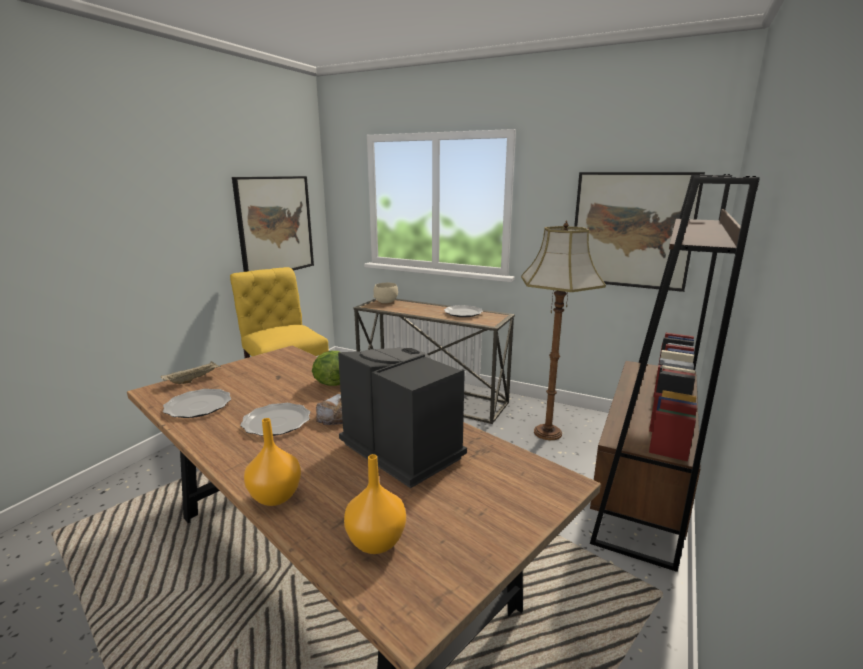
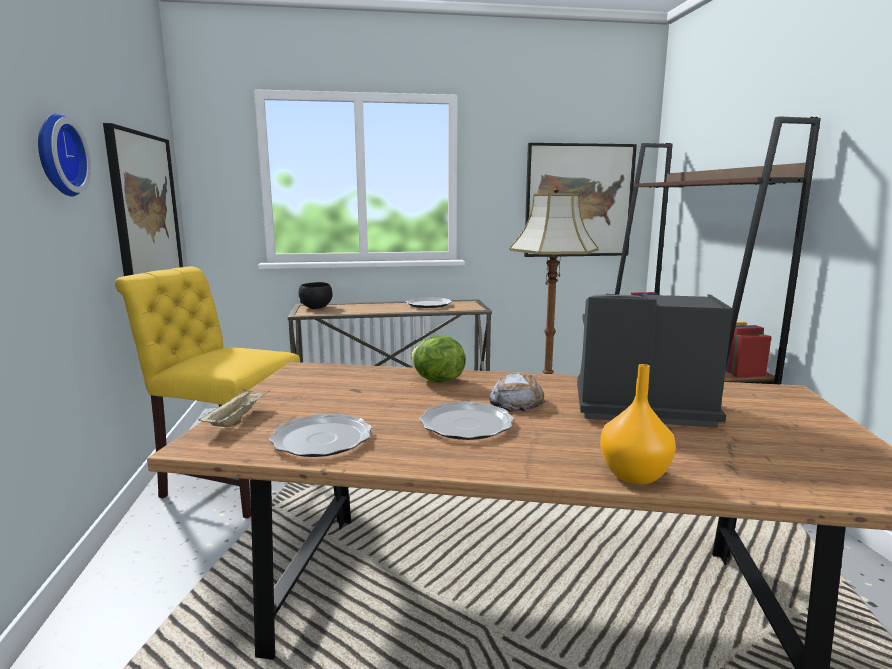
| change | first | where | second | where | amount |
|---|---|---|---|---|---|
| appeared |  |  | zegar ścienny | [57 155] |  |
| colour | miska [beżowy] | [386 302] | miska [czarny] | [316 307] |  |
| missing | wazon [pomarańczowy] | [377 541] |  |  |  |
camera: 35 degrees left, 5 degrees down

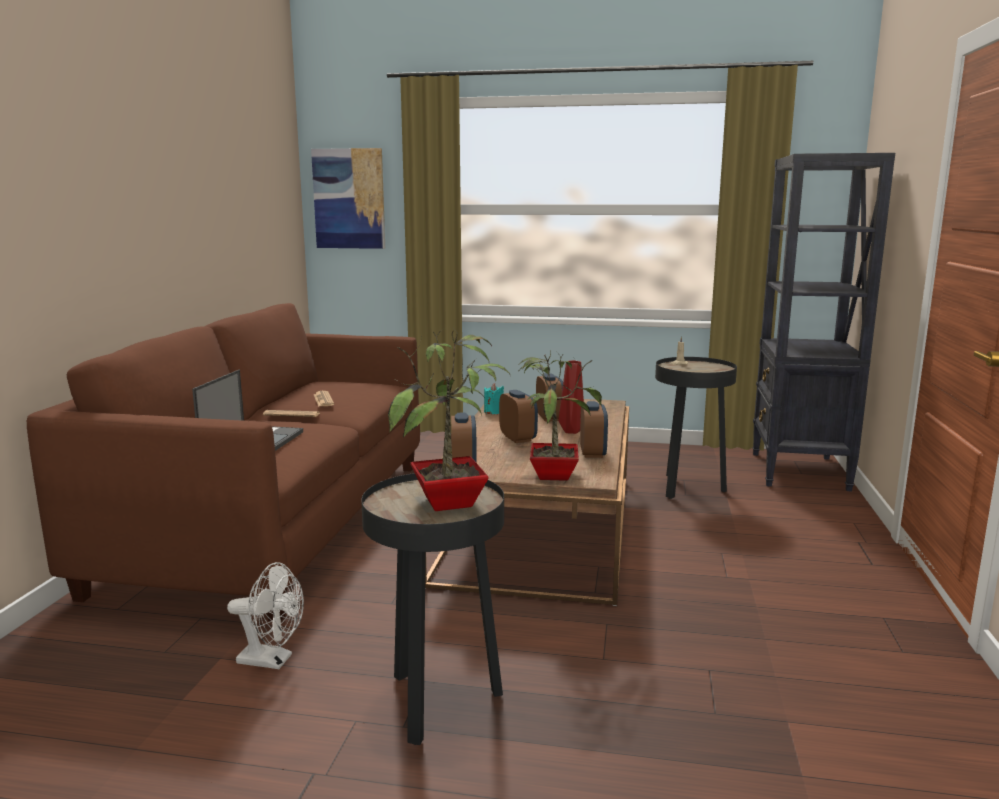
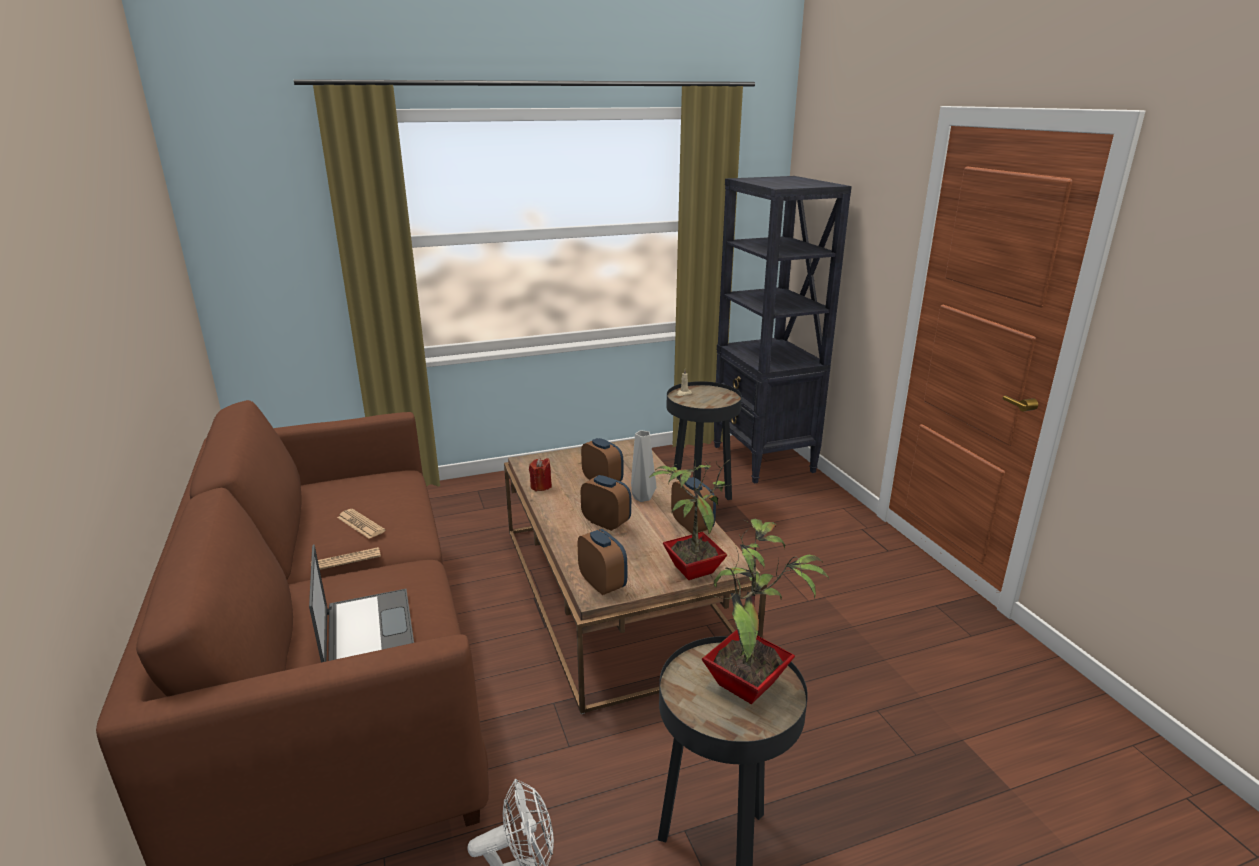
| change | first | where | second | where | amount |
|---|---|---|---|---|---|
| colour | świeca [turkusowy] | [494 412] | świeca [czerwony] | [541 486] |  |
| colour | wazon [czerwony] | [571 431] | wazon [szary] | [642 498] |  |
| missing | obraz | [349 199] |  |  |  |
camera: 30 degrees left, 10 degrees up

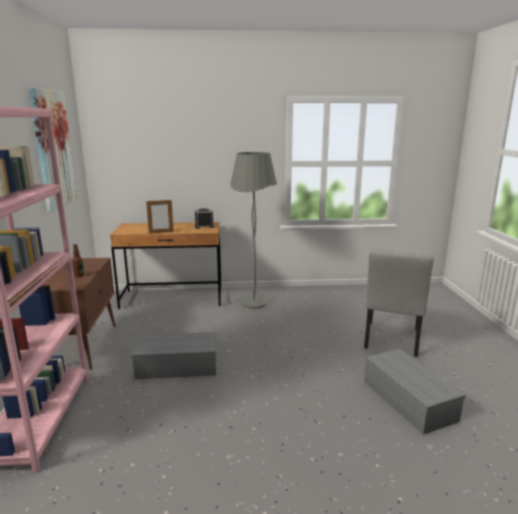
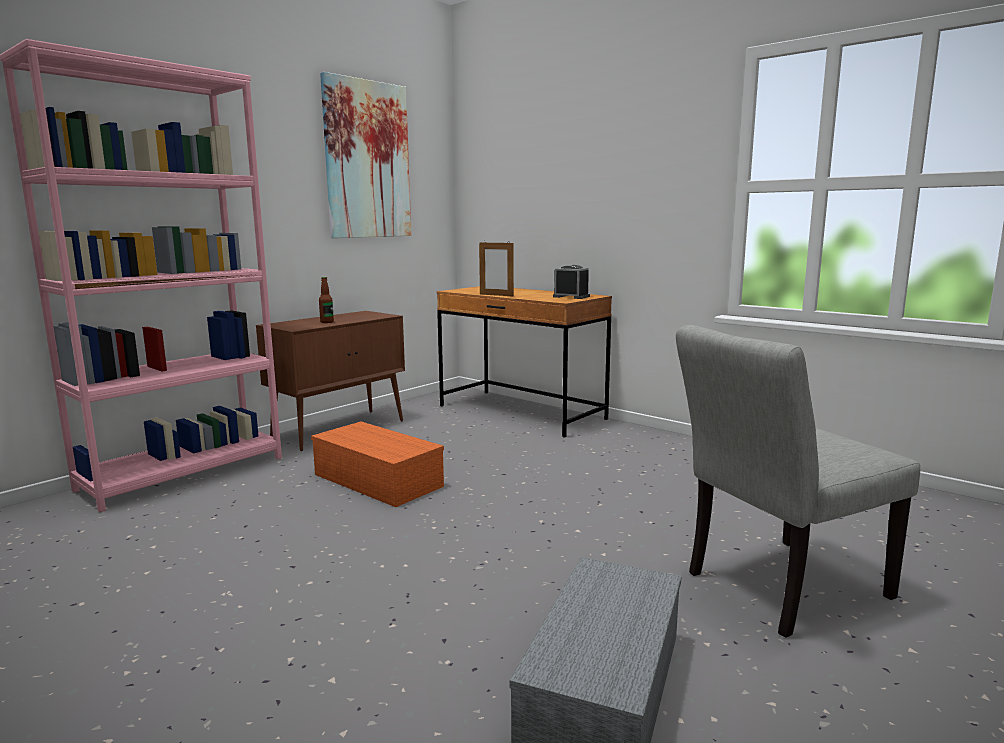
| change | first | where | second | where | amount |
|---|---|---|---|---|---|
| colour | pojemnik do przechowywania [szary] | [178 365] | pojemnik do przechowywania [pomarańczowy] | [380 480] |  |
| missing | lampa stojąca [szary] | [253 303] |  |  |  |
camera: 45 degrees right, 5 degrees down

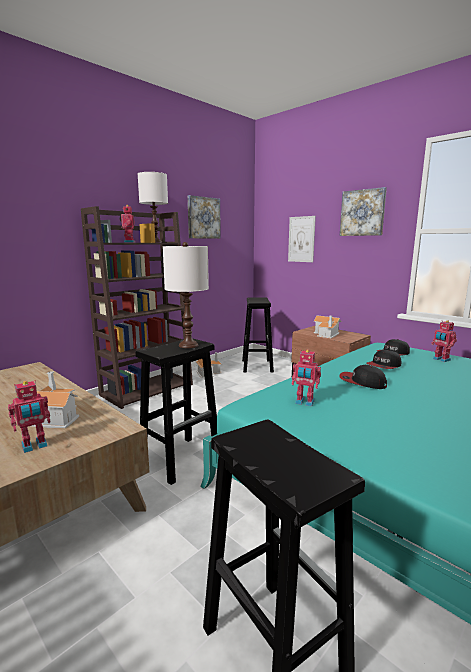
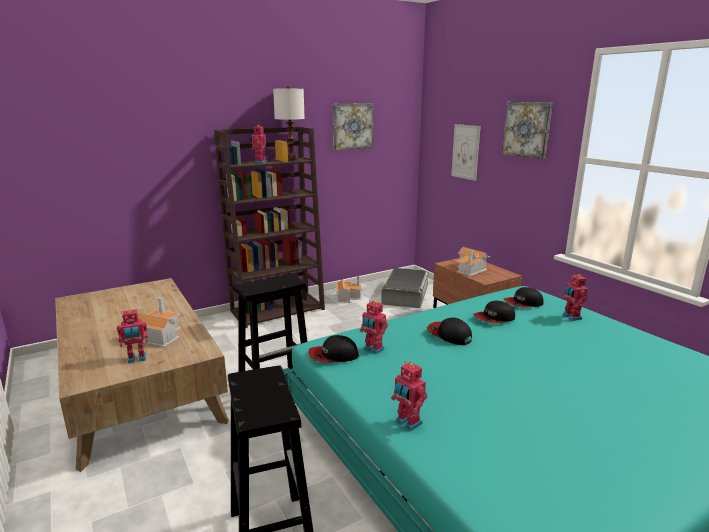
| change | first | where | second | where | amount |
|---|---|---|---|---|---|
| appeared |  |  | czapka z daszkiem | [333 356] |  |
| exchanged | stołek [czarny] | [257 366] | pojemnik do przechowywania [szary] | [405 294] |  |
| appeared |  |  | robot zabawkowy | [407 423] |  |
| missing | lampa stołowa [biały] | [188 345] |  |  |  |
camera: 15 degrees right, 5 degrees up

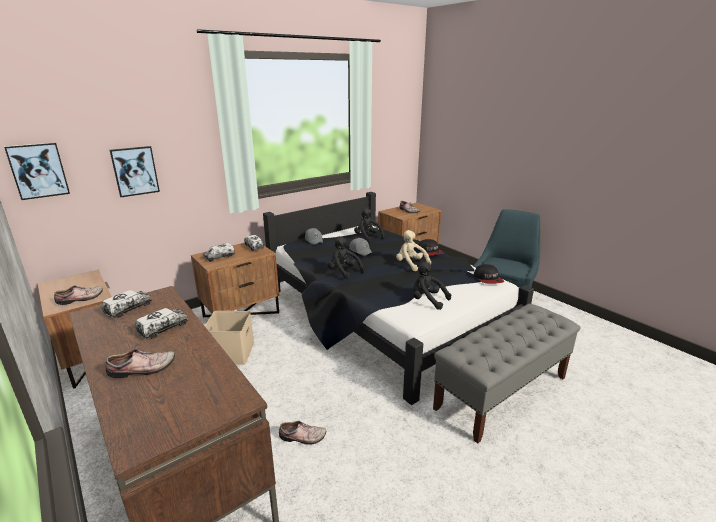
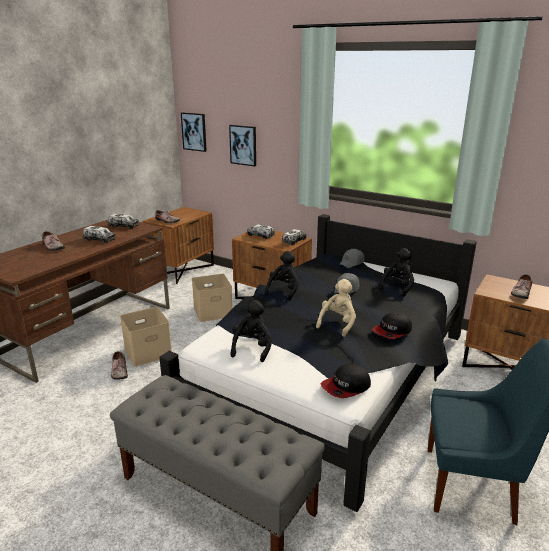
| change | first | where | second | where | amount |
|---|---|---|---|---|---|
| appeared |  |  | pojemnik do przechowywania [beżowy] | [148 351] |  |
camera: 70 degrees right, 0 degrees up

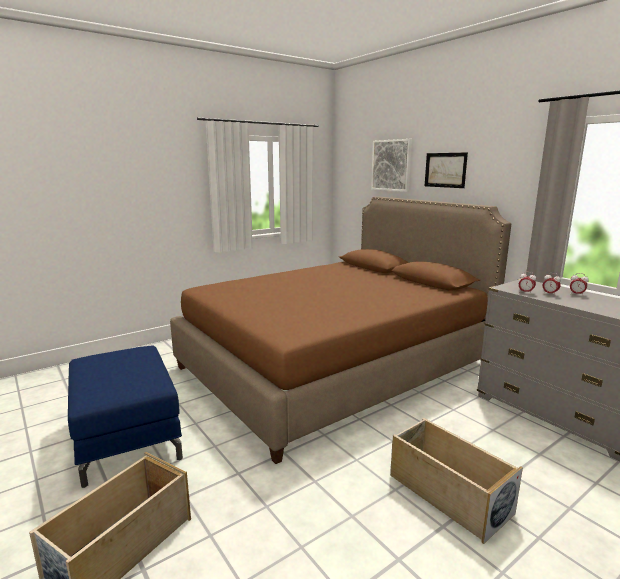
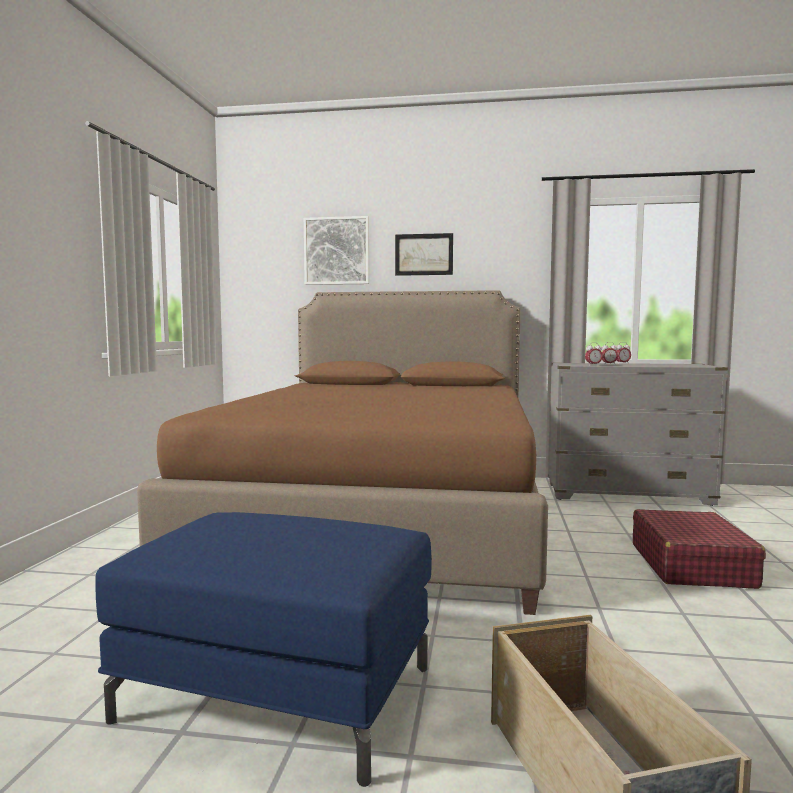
| change | first | where | second | where | amount |
|---|---|---|---|---|---|
| exchanged | pojemnik do przechowywania [beżowy] | [447 494] | walizka [czerwony] | [691 565] |  |
camera: 45 degrees left, 10 degrees down

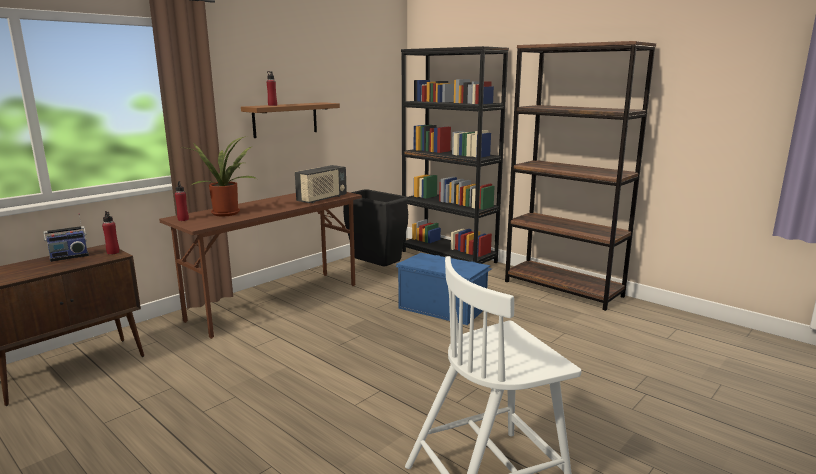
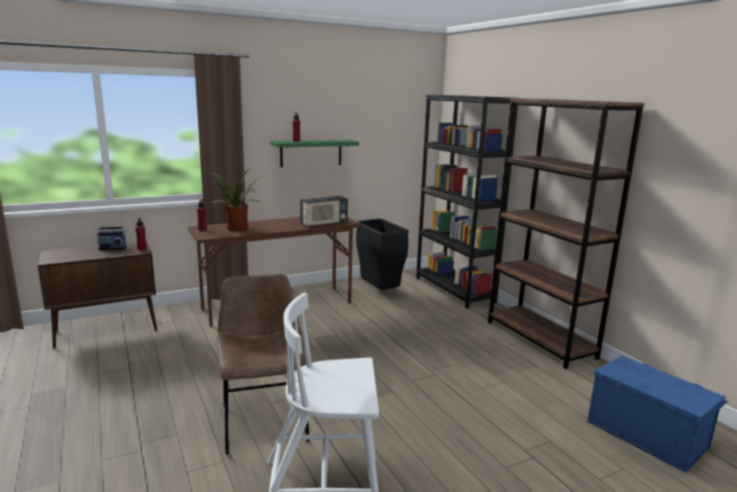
| change | first | where | second | where | amount |
|---|---|---|---|---|---|
| appeared |  |  | krzesło [brązowy] | [263 420] |  |
| colour | półka [brązowy] | [285 119] | półka [zielony] | [311 153] |  |
| relocated | pojemnik do przechowywania [niebieski] | [442 307] |  | [646 433] |  |
camera: 20 degrees right, 0 degrees up

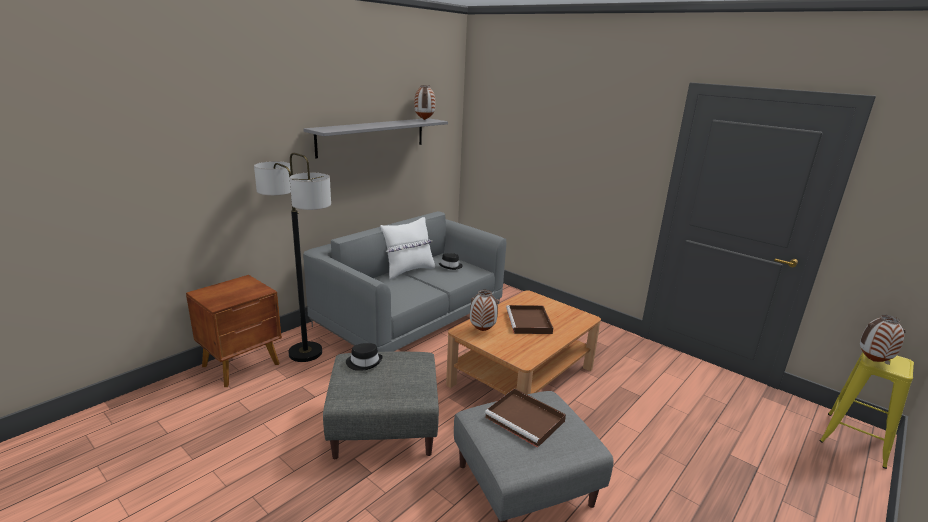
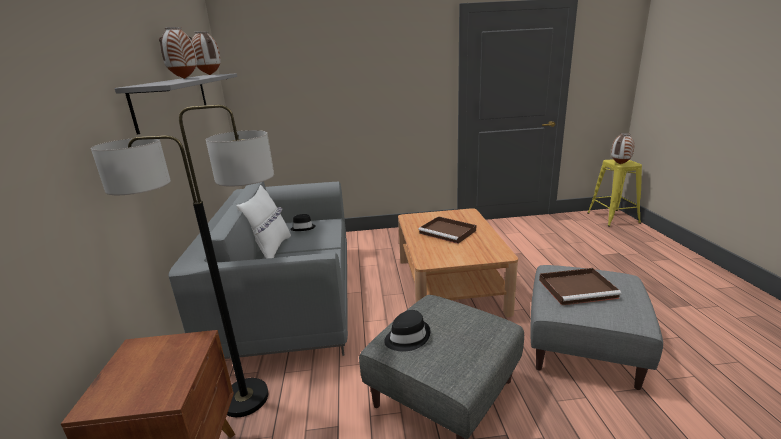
| change | first | where | second | where | amount |
|---|---|---|---|---|---|
| relocated | wazon | [482 330] |  | [184 78] |  |
camera: 45 degrees left, 0 degrees up

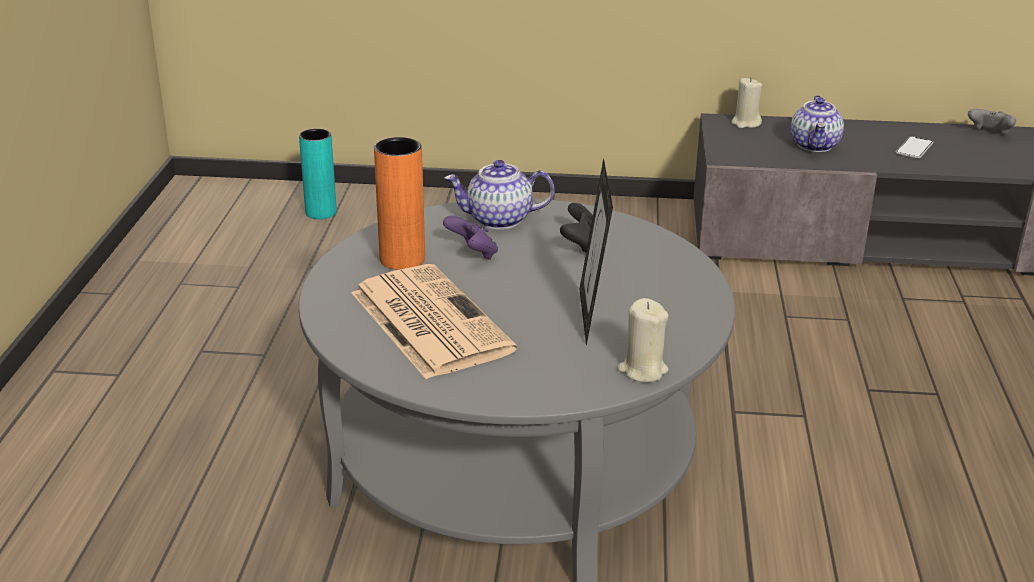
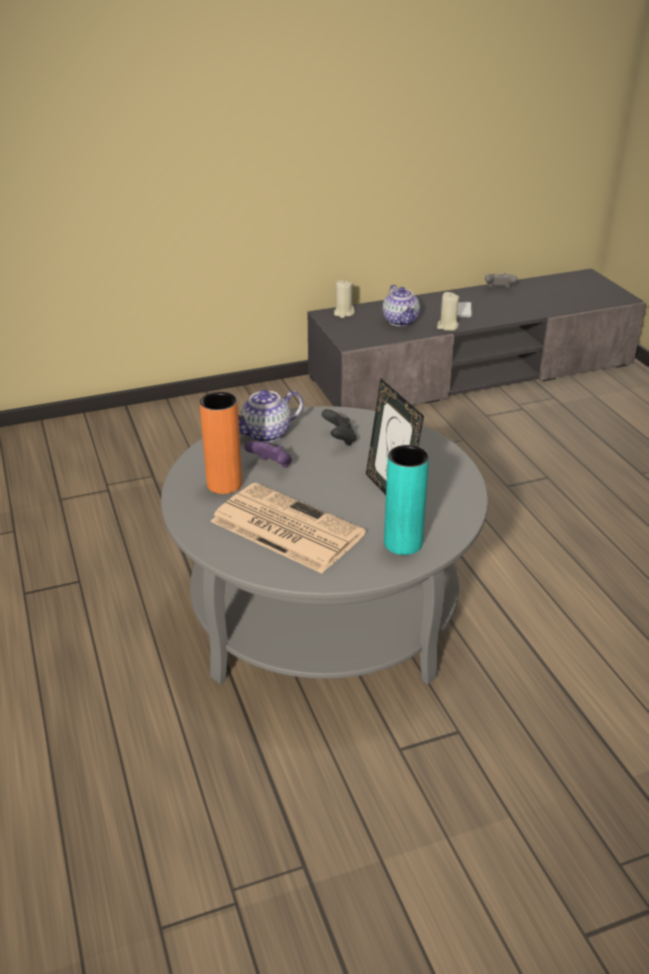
| change | first | where | second | where | amount |
|---|---|---|---|---|---|
| relocated | wazon [turkusowy] | [321 212] |  | [403 543] |  |
| relocated | świeca [beżowy] | [642 370] |  | [447 326] |  |
camera: 25 degrees left, 5 degrees up

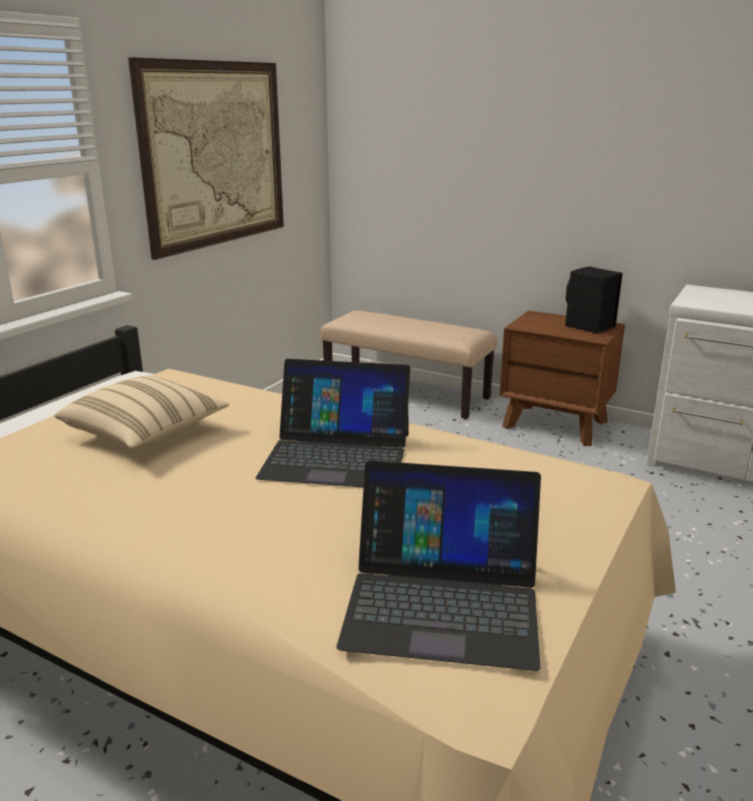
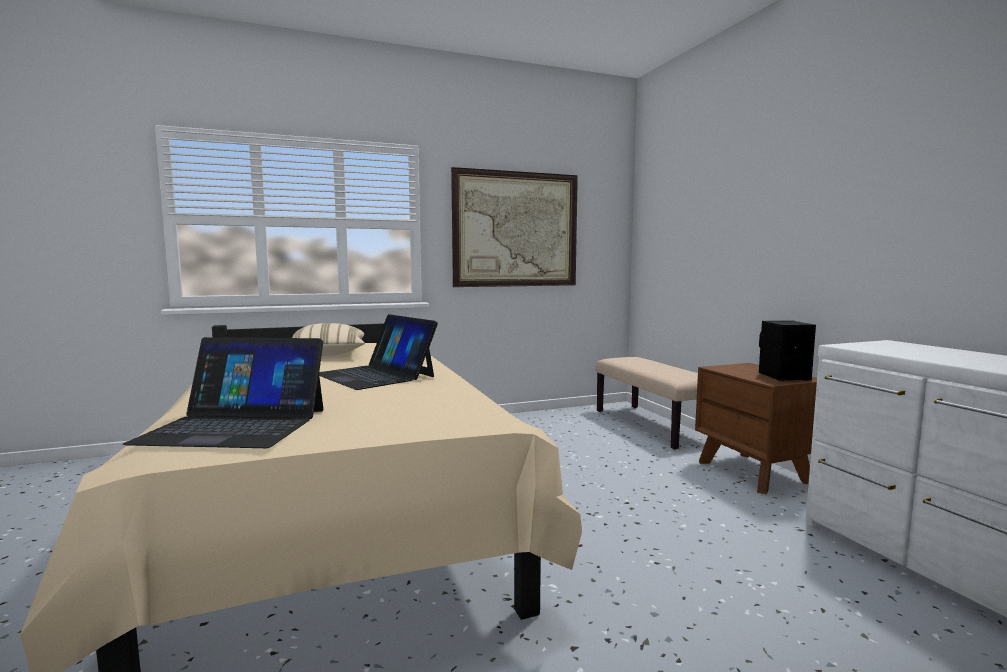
| change | first | where | second | where | amount |
|---|---|---|---|---|---|
| spun | laptop | [442 600] |  | [235 425] | 45 degrees counterclockwise |
camera: 40 degrees right, 15 degrees down

